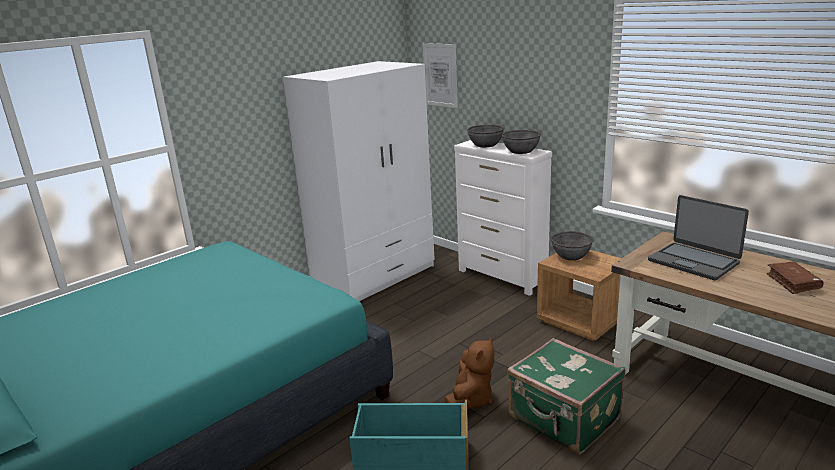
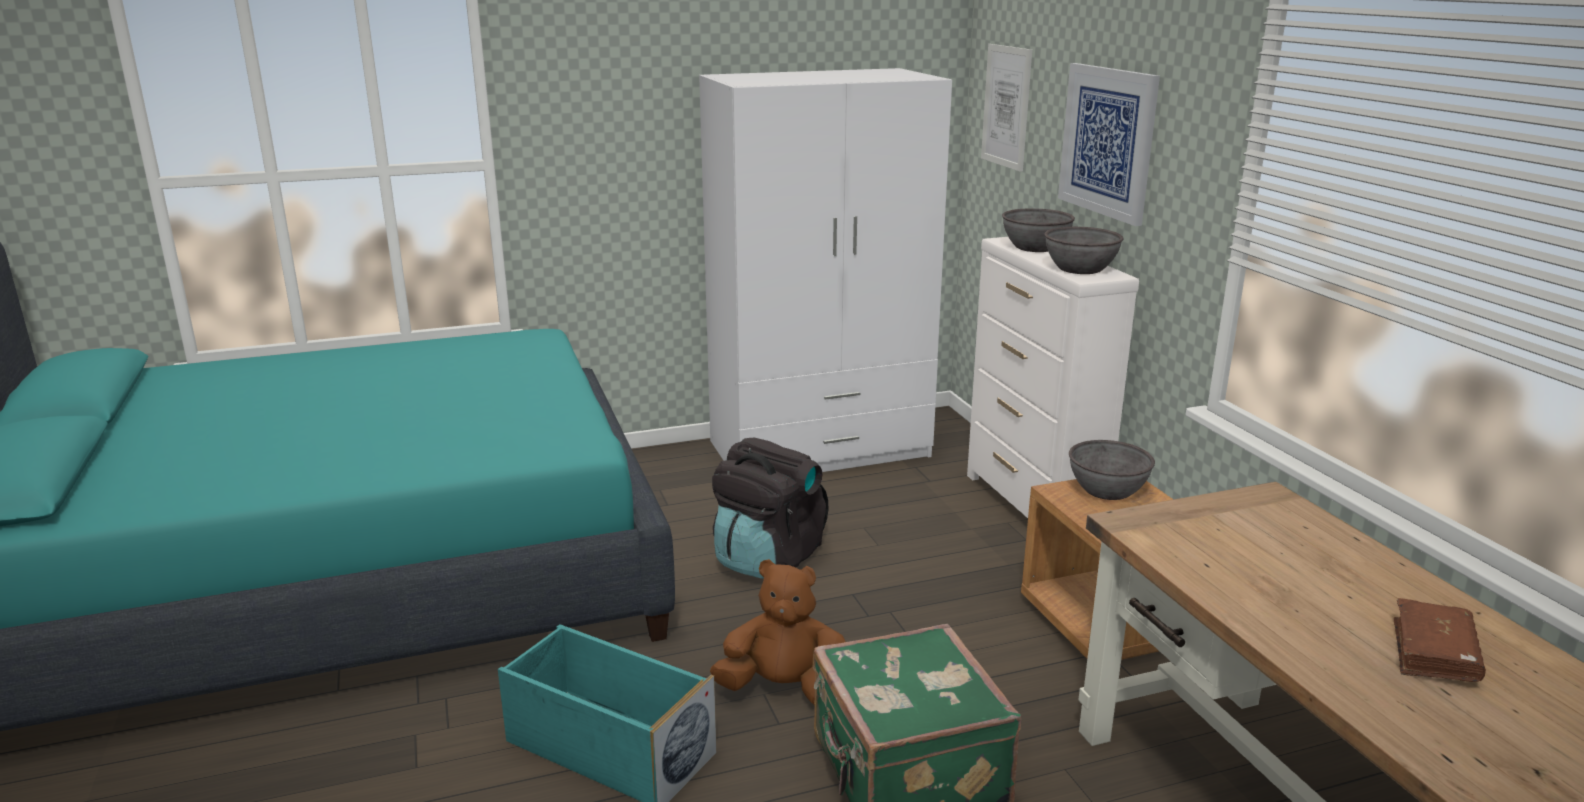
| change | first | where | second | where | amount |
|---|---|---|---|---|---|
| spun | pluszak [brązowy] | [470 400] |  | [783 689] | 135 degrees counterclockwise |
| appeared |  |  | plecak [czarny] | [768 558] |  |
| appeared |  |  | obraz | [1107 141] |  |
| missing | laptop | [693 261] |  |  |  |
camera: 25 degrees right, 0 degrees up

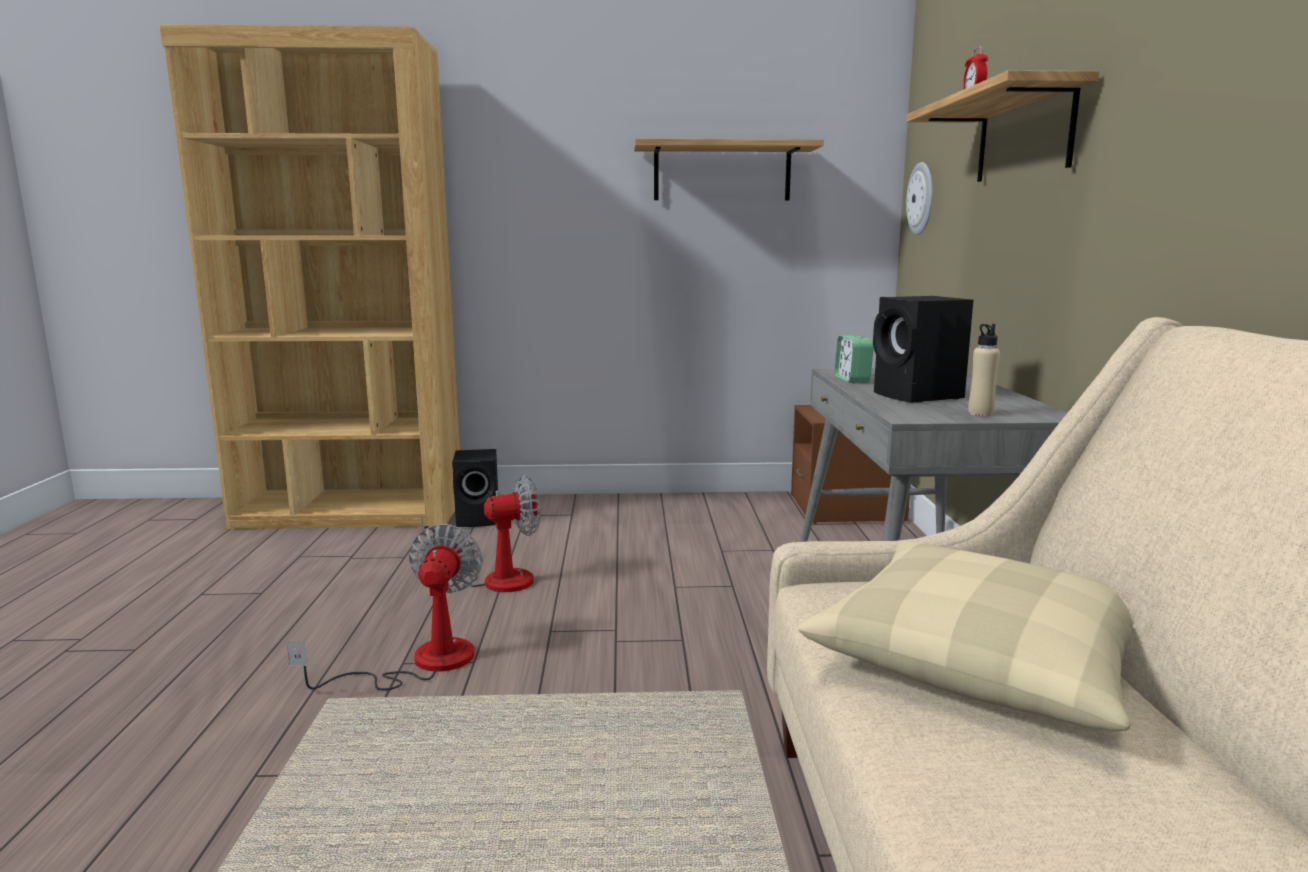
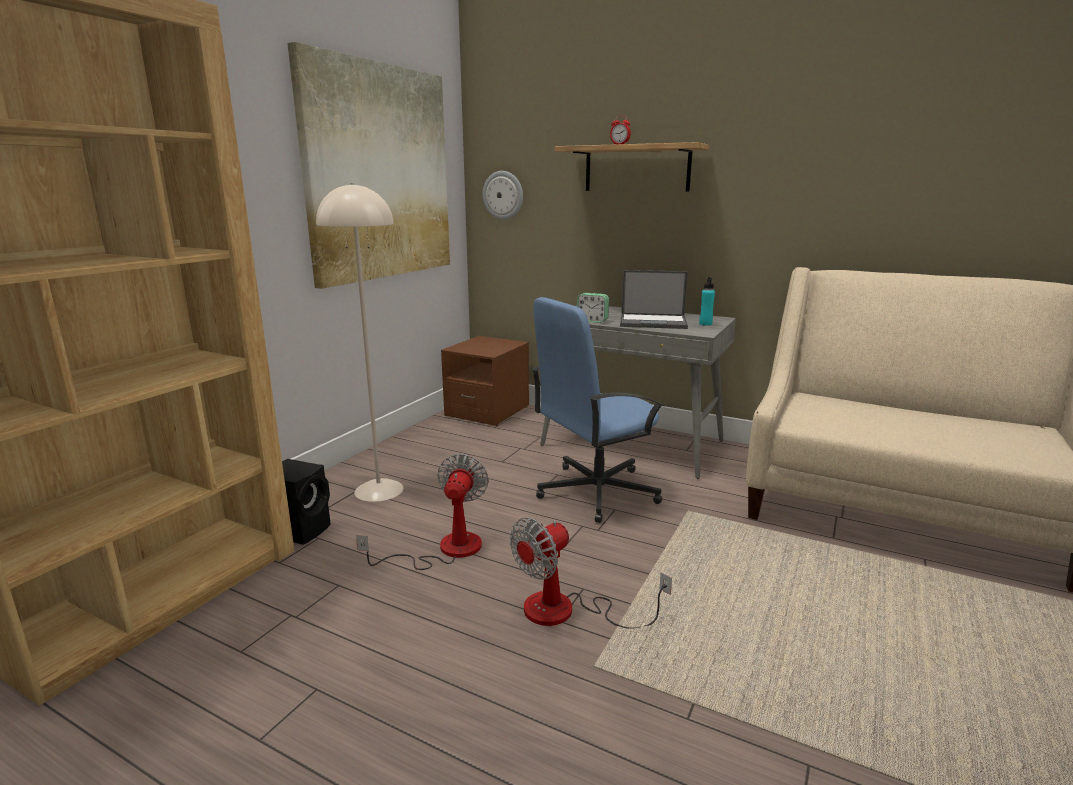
| change | first | where | second | where | amount |
|---|---|---|---|---|---|
| exchanged | półka | [722 173] | obraz | [379 173] |  |
| appeared |  |  | lampa stojąca [beżowy] | [379 490] |  |
| spun | wentylator | [422 663] |  | [567 611] | 75 degrees counterclockwise |
| appeared |  |  | krzesło biurowe [niebieski] | [595 491] |  |
| exchanged | głośnik [czarny] | [919 396] | laptop | [654 322] |  |
| colour | butelka [beżowy] | [980 414] | butelka [turkusowy] | [705 324] |  |
| missing | poduszka [beżowy] | [983 655] |  |  |  |
camera: 60 degrees left, 5 degrees up

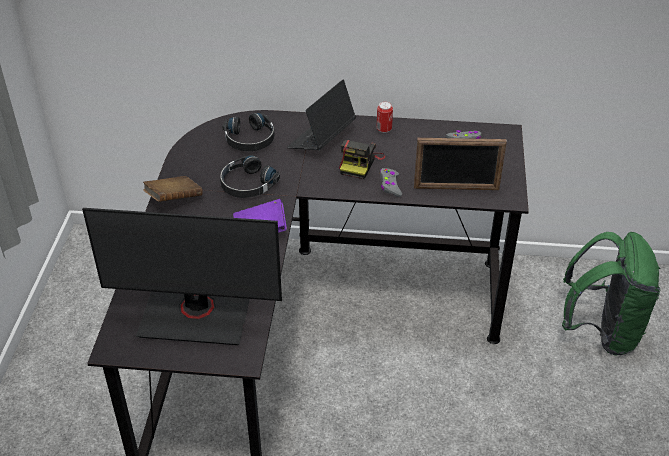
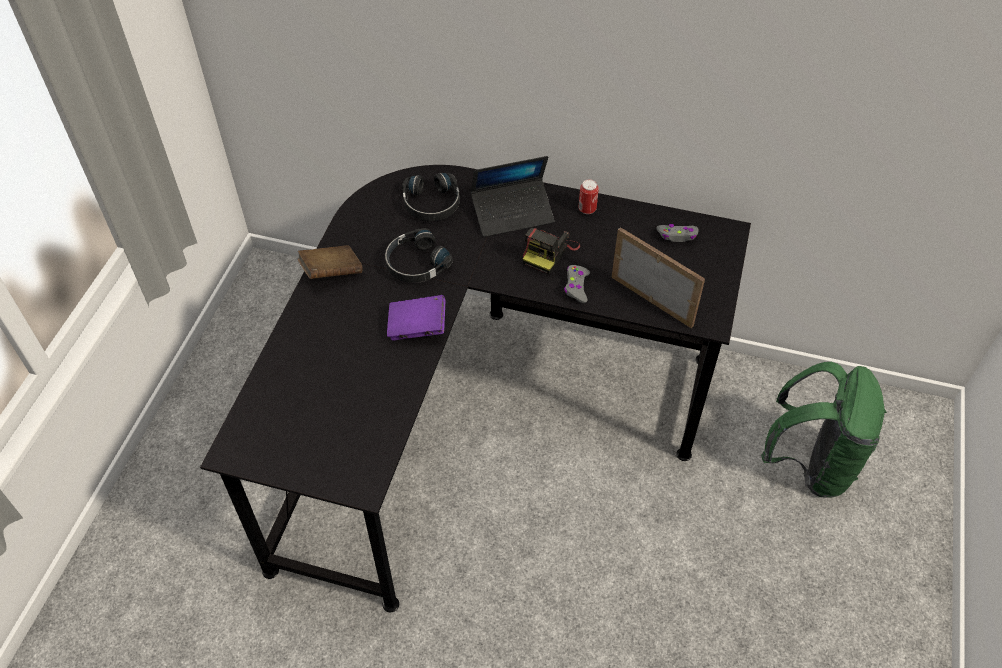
| change | first | where | second | where | amount |
|---|---|---|---|---|---|
| spun | laptop | [321 139] |  | [512 213] | 150 degrees counterclockwise |
| spun | ramka na zdjęcie | [456 188] |  | [652 300] | 150 degrees counterclockwise |
| missing | monitor | [196 315] |  |  |  |
camera: 10 degrees right, 10 degrees up

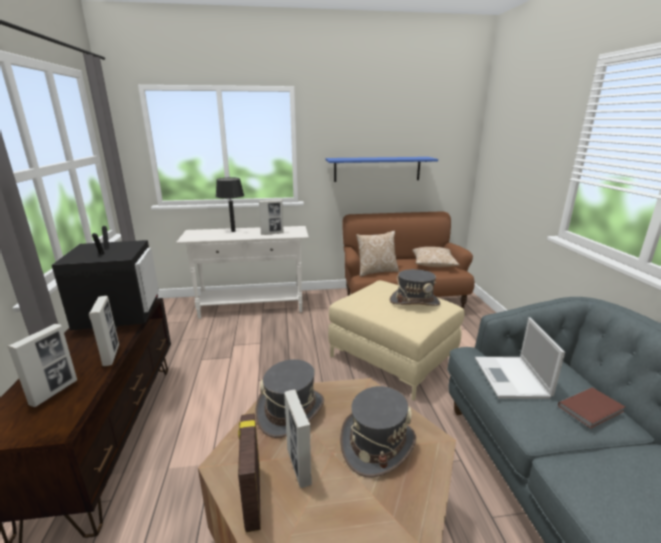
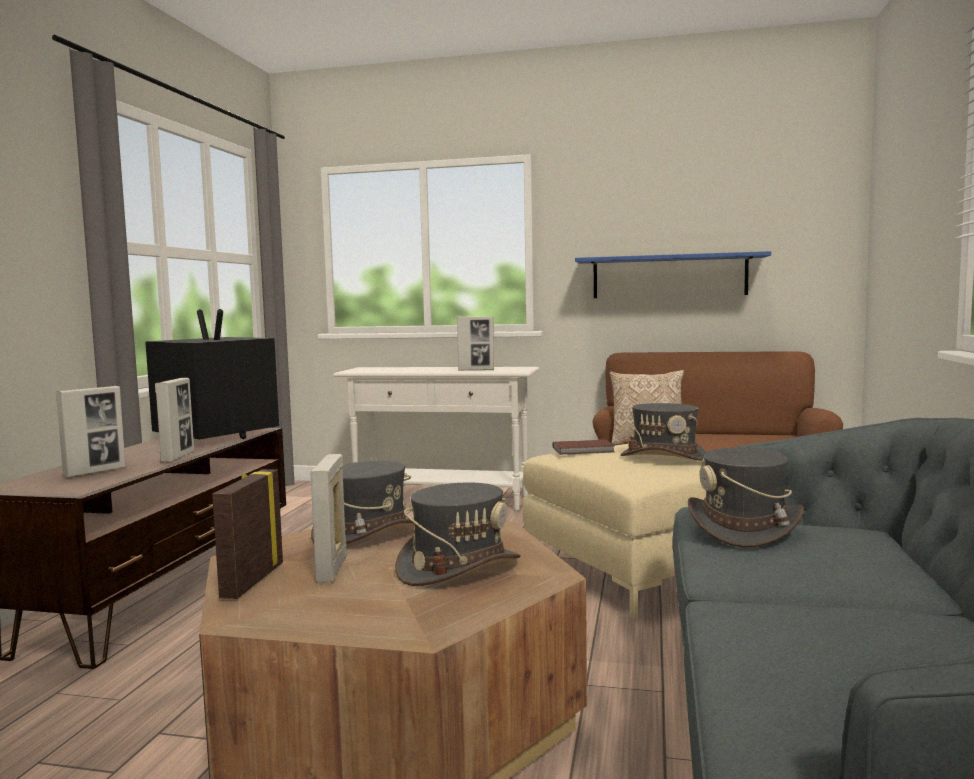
| change | first | where | second | where | amount |
|---|---|---|---|---|---|
| spun | telewizor | [119 316] |  | [216 436] | 60 degrees counterclockwise |
| relocated | książka [brązowy] | [592 409] |  | [584 450] |  |
| exchanged | laptop | [512 378] | kapelusz [szary] | [744 528] |  |
| missing | lampa stołowa [czarny] | [233 231] |  |  |  |
| missing | poduszka | [433 265] |  |  |  |
camera: 20 degrees right, 15 degrees down

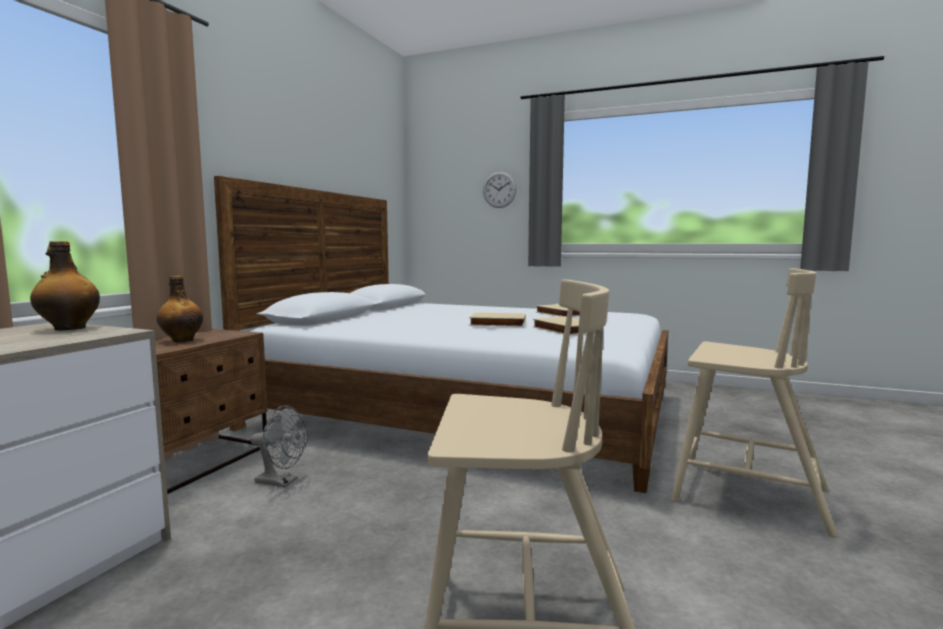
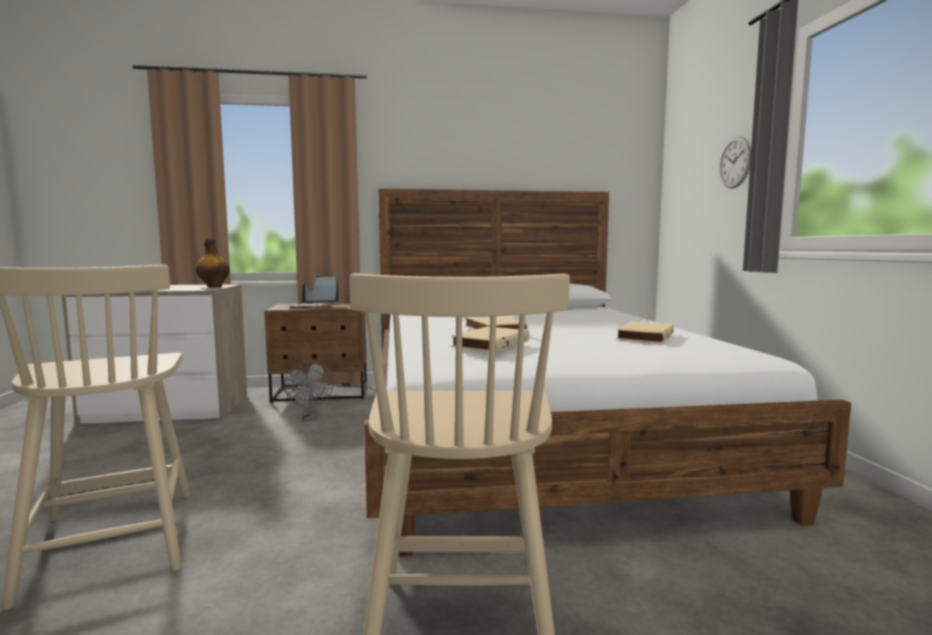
| change | first | where | second | where | amount |
|---|---|---|---|---|---|
| exchanged | butelka | [182 340] | laptop | [314 306] |  |
camera: 60 degrees right, 0 degrees up

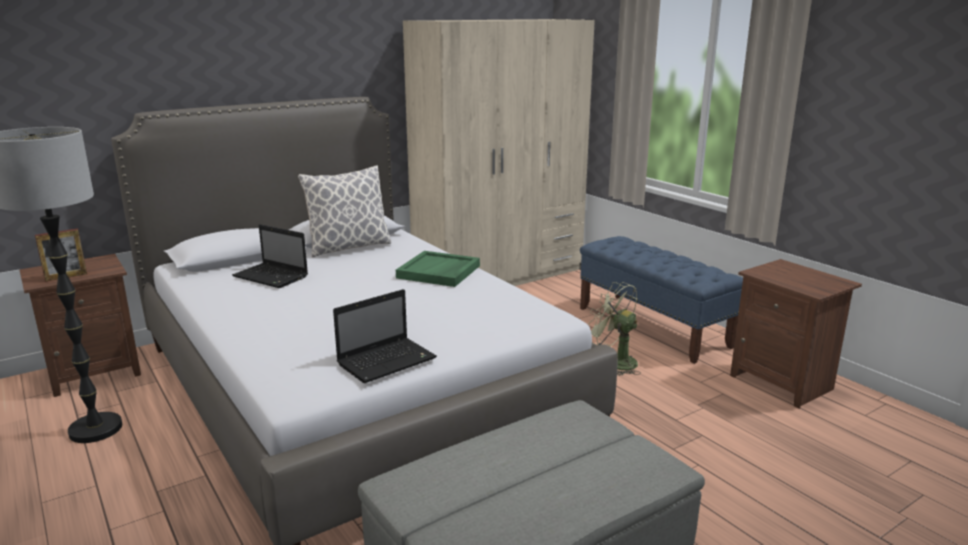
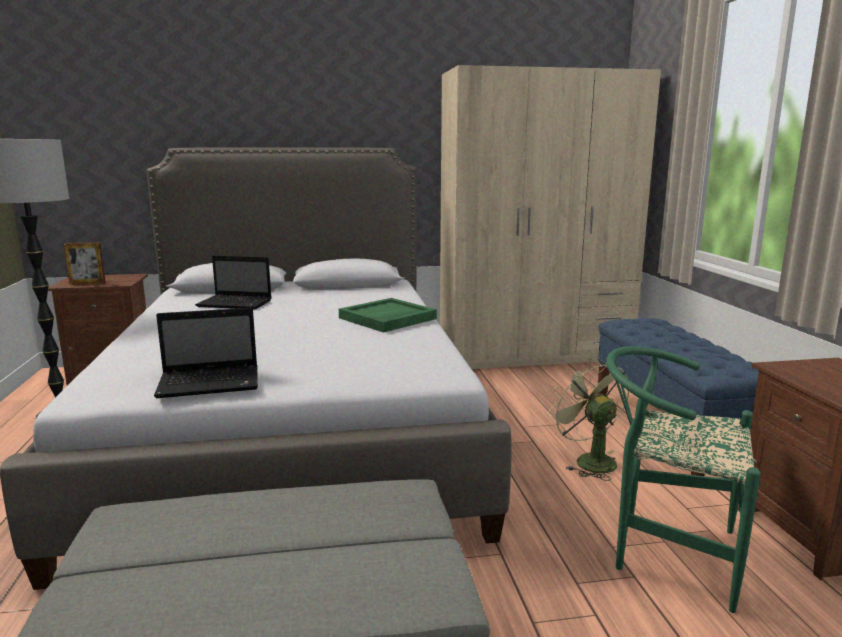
| change | first | where | second | where | amount |
|---|---|---|---|---|---|
| spun | laptop | [272 277] |  | [236 303] | 45 degrees counterclockwise |
| appeared |  |  | krzesło [zielony] | [665 551] |  |
| missing | poduszka | [348 247] |  |  |  |
camera: 25 degrees right, 5 degrees down

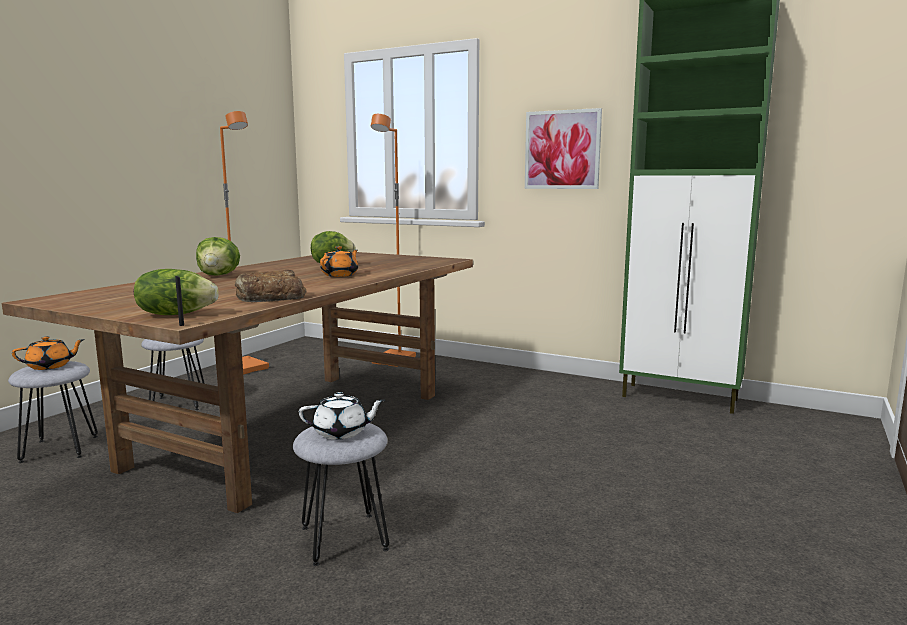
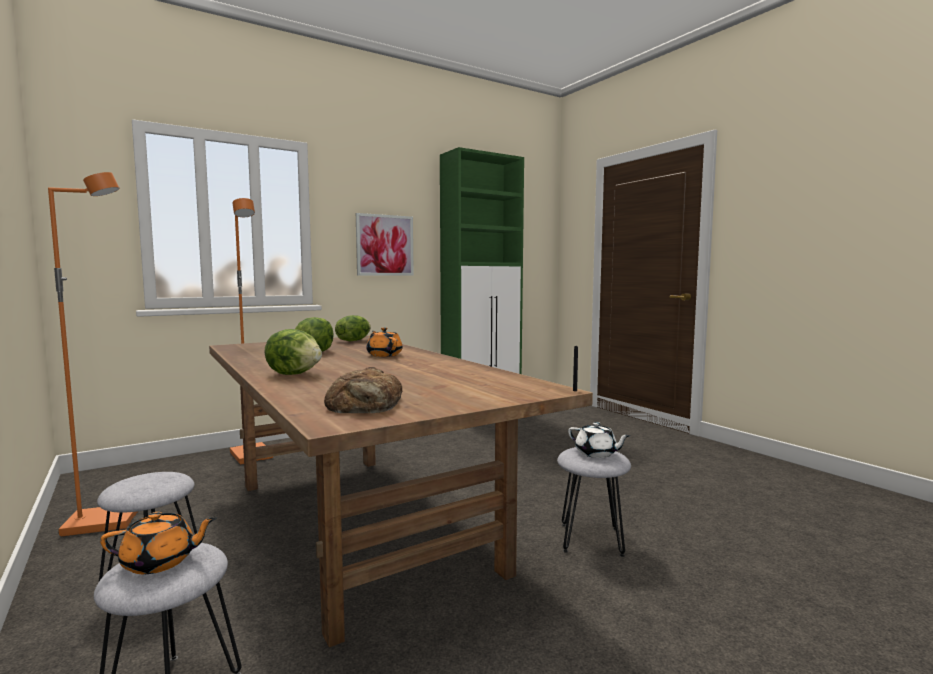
| change | first | where | second | where | amount |
|---|---|---|---|---|---|
| spun | imbryk [pomarańczowy] | [50 366] |  | [160 562] | 75 degrees clockwise |
| relocated | chleb | [269 297] |  | [366 404] |  |
| relocated | sałata | [176 314] |  | [353 340] |  |
| spun | imbryk [biały] | [342 433] |  | [596 454] | 105 degrees clockwise |
camera: 60 degrees left, 5 degrees down

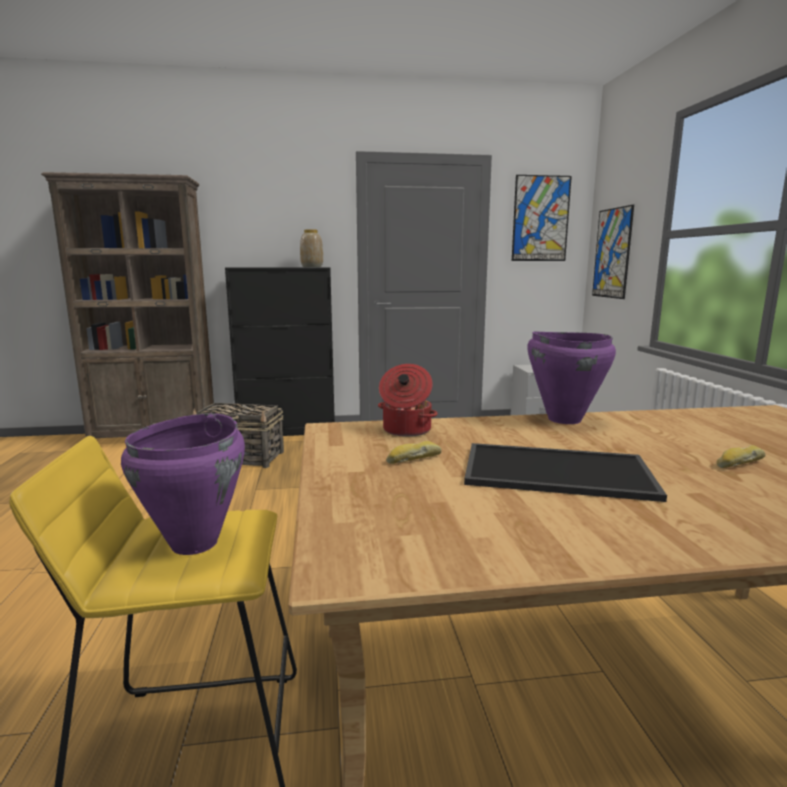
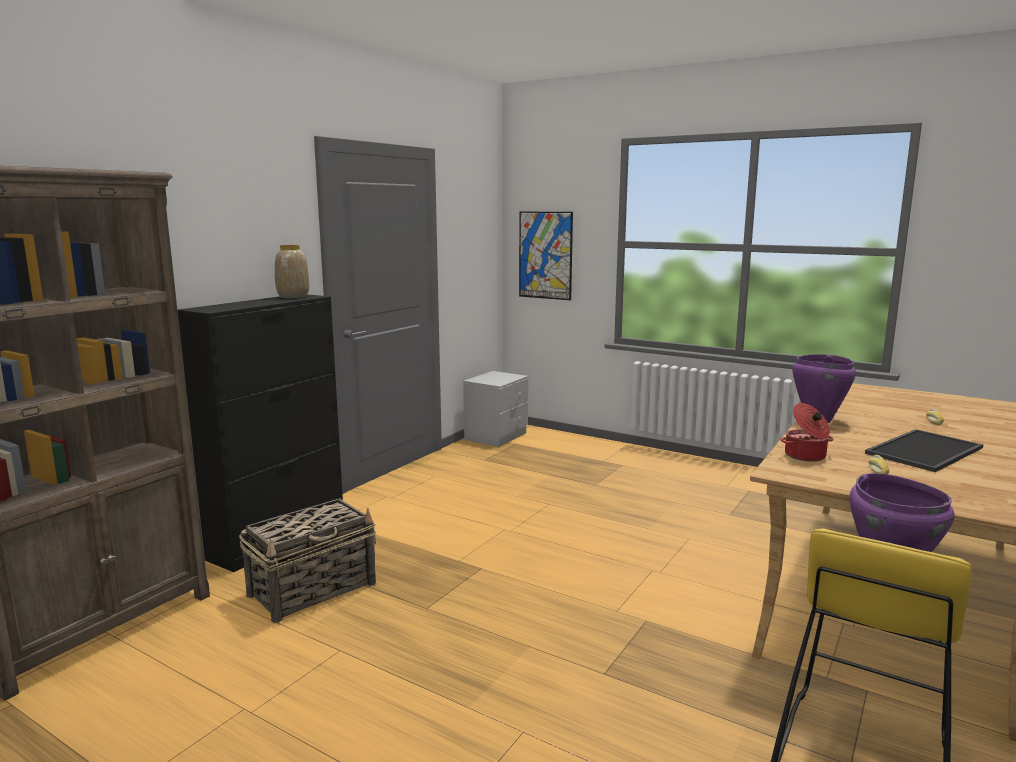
| change | first | where | second | where | amount |
|---|---|---|---|---|---|
| missing | obraz | [540 218] |  |  |  |
camera: 50 degrees left, 0 degrees up

